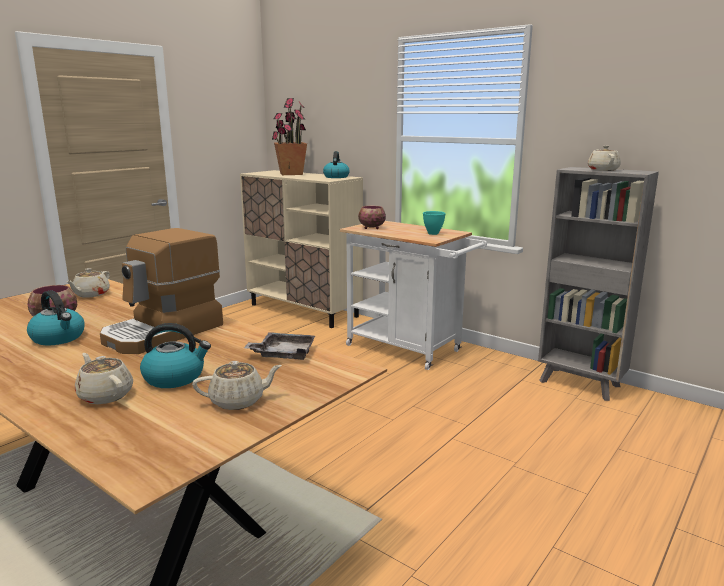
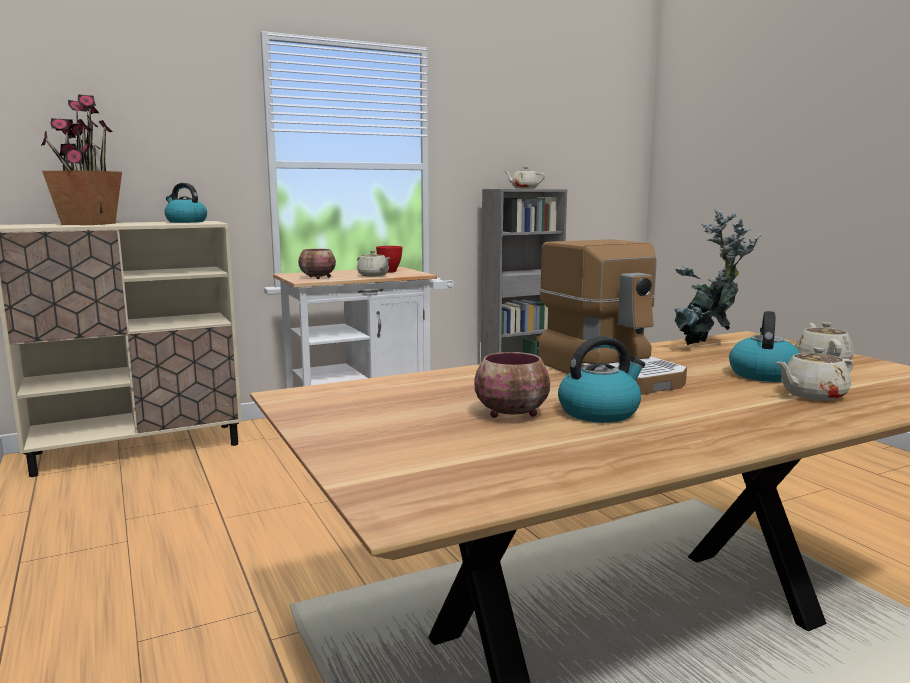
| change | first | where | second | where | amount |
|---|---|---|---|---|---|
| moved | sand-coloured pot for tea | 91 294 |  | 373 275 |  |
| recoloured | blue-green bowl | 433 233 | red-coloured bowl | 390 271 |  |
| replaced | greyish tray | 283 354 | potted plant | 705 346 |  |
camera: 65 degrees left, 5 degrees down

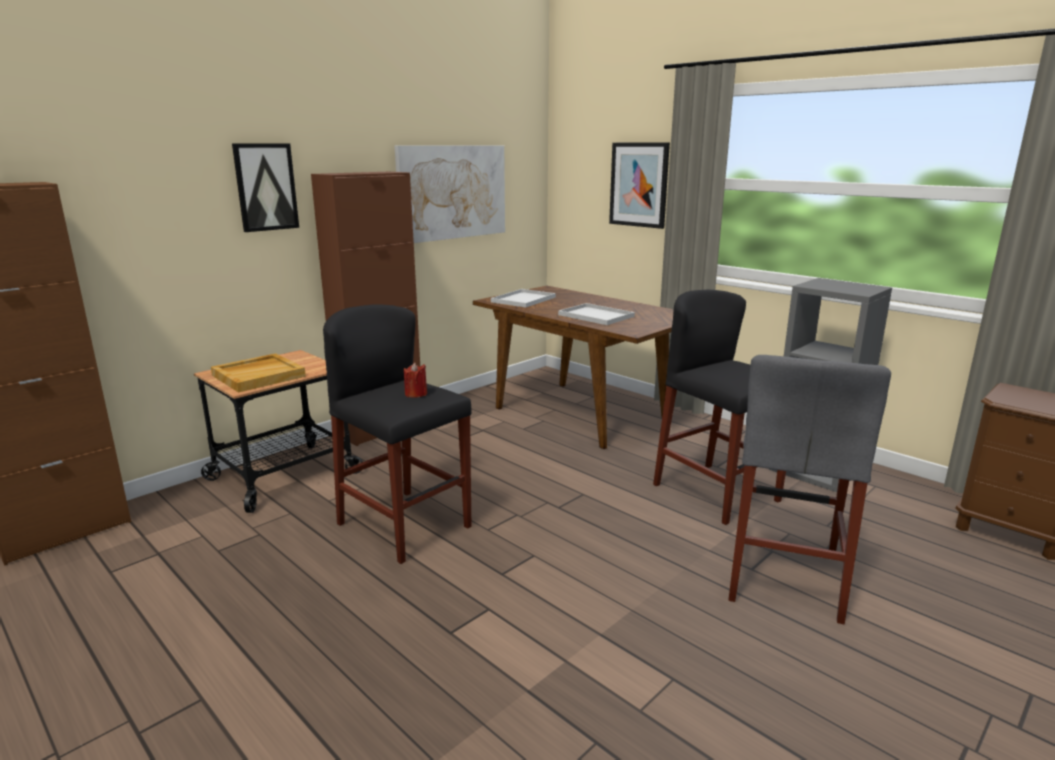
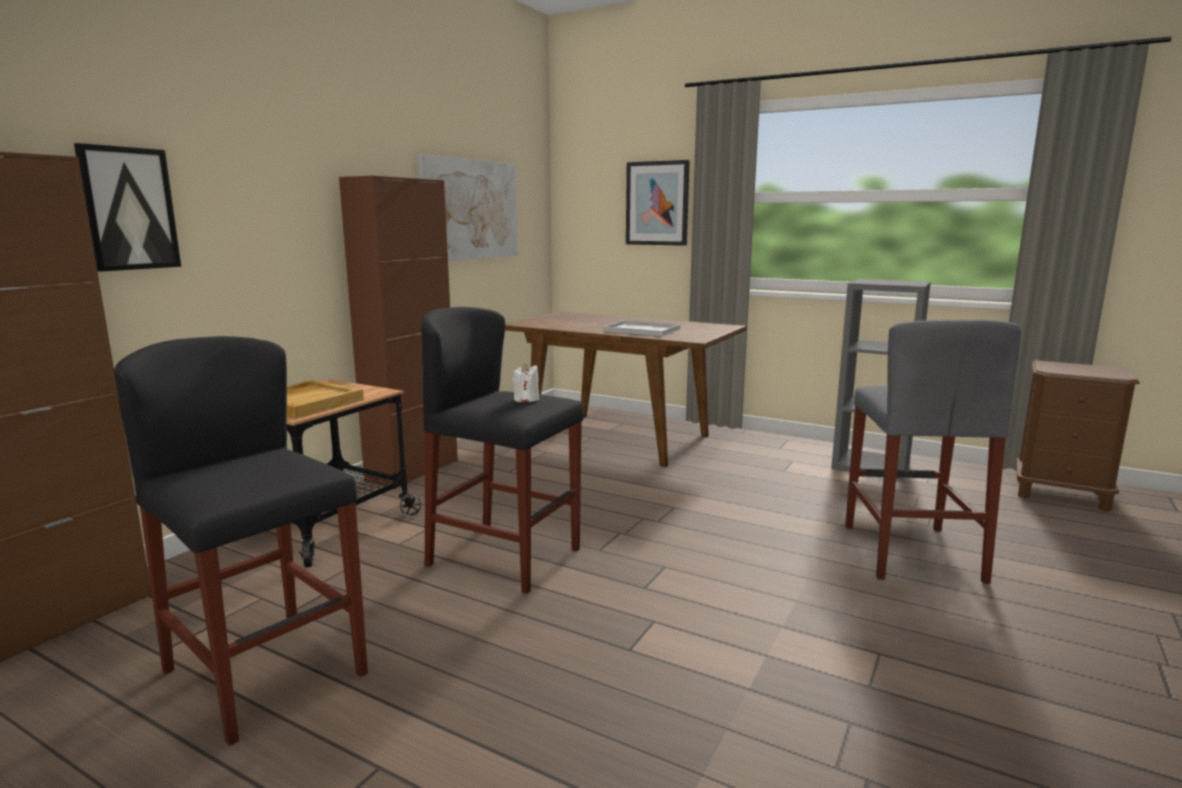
| change | first | where | second | where | amount |
|---|---|---|---|---|---|
| moved | wall picture | 265 187 |  | 129 209 |  |
| moved | blackish sitting stool | 716 492 |  | 266 672 |  |
| recoloured | red-coloured candle | 416 394 | white candle | 526 399 |  |
| removed | white tray | 523 299 |  |  |  |
camera: 15 degrees left, 5 degrees down

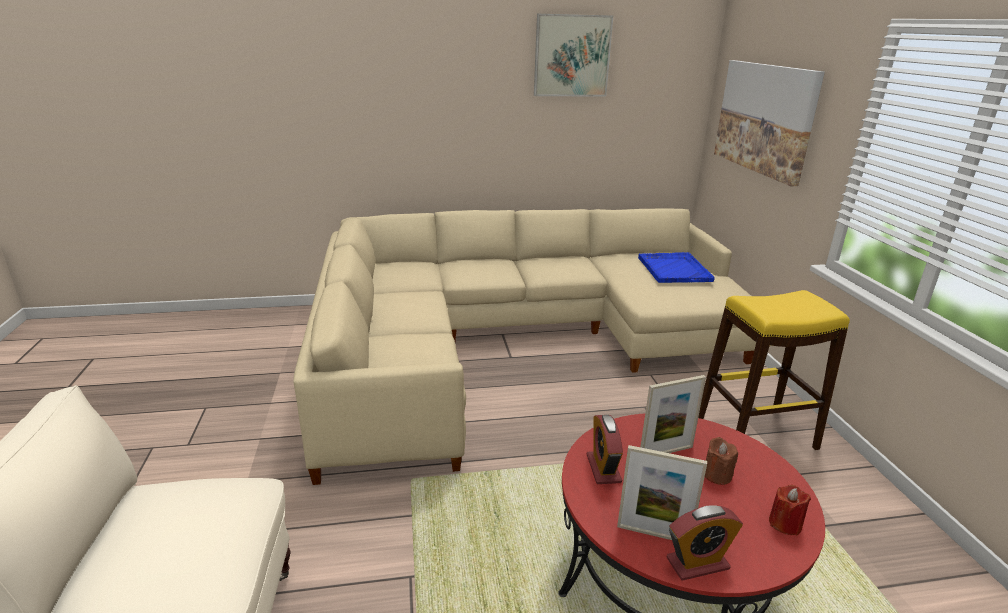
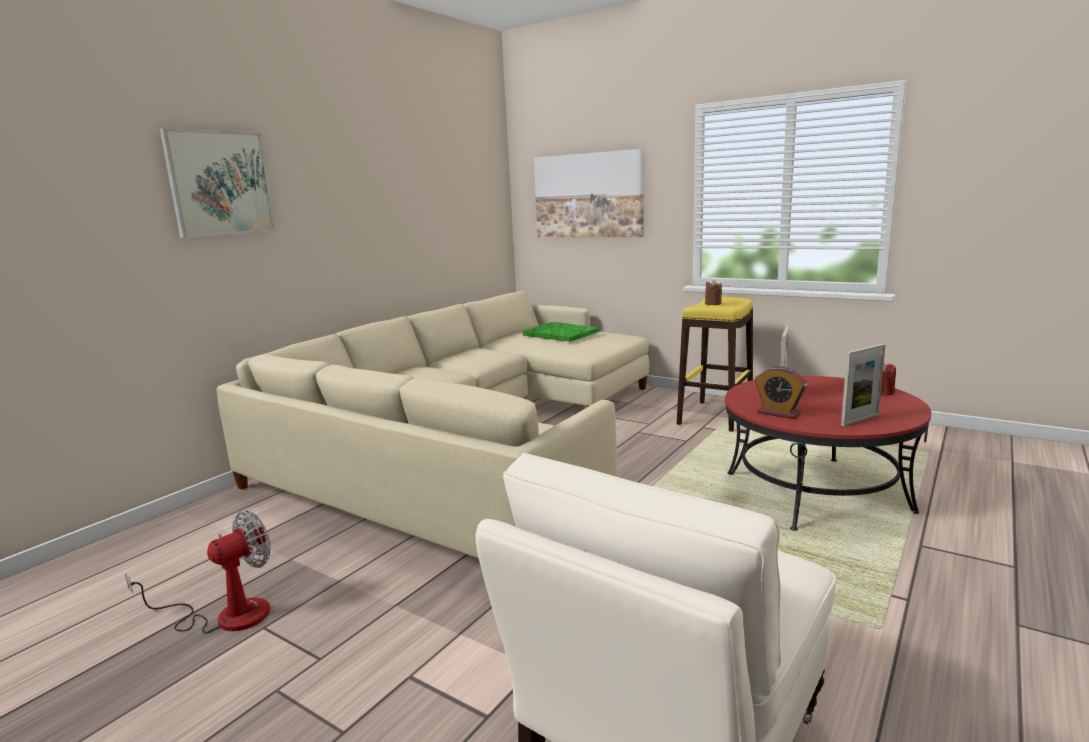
| change | first | where | second | where | amount |
|---|---|---|---|---|---|
| added |  |  | electric fan | 226 615 |  |
| moved | wall picture | 572 56 |  | 220 183 |  |
| recoloured | bluish tray | 674 269 | green-coloured tray | 560 333 |  |
| moved | brown candle | 717 475 |  | 713 303 |  |
| removed | bedside clock | 697 563 |  |  |  |
camera: 45 degrees left, 10 degrees down

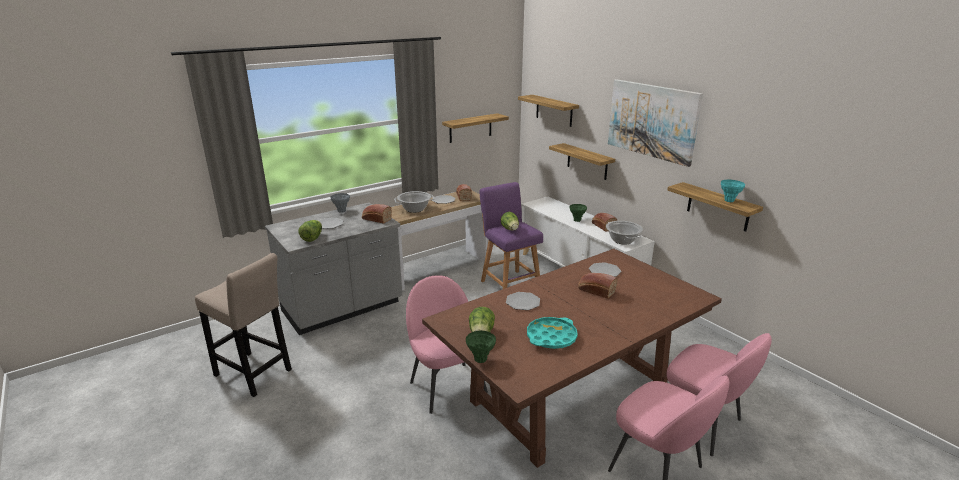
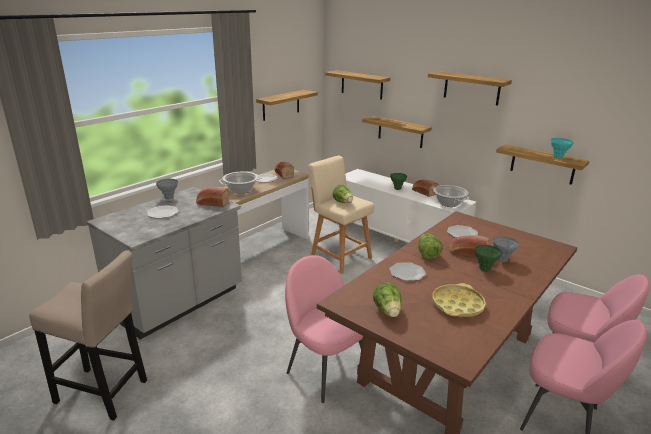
| change | first | where | second | where | amount |
|---|---|---|---|---|---|
| recoloured | purple sitting stool | 509 283 | sand-coloured sitting stool | 339 256 |  |
| moved | lettuce | 312 238 |  | 427 254 |  |
| replaced | wall picture | 652 120 | bracket shelf | 471 88 |  |
| recoloured | blue-green tray | 551 337 | yellowish tray | 457 305 |  |
| moved | green-coloured flower vase | 480 359 |  | 484 269 |  |
| added |  |  | greyish flower vase | 502 260 |  |
camera: 15 degrees left, 0 degrees up

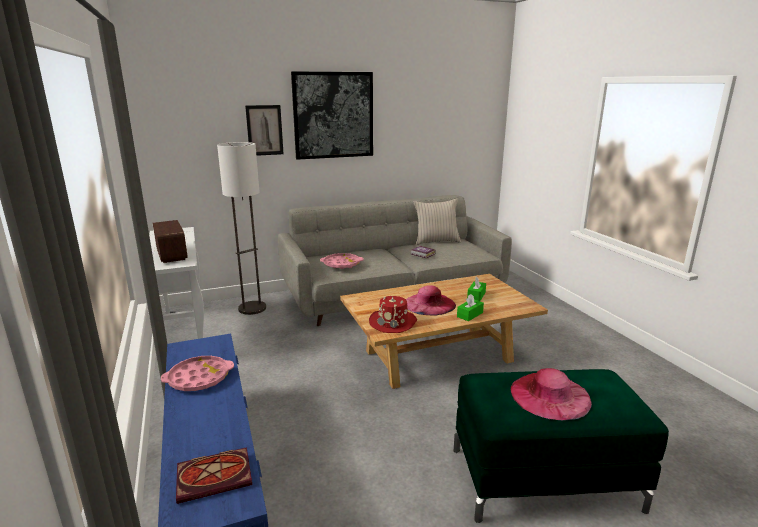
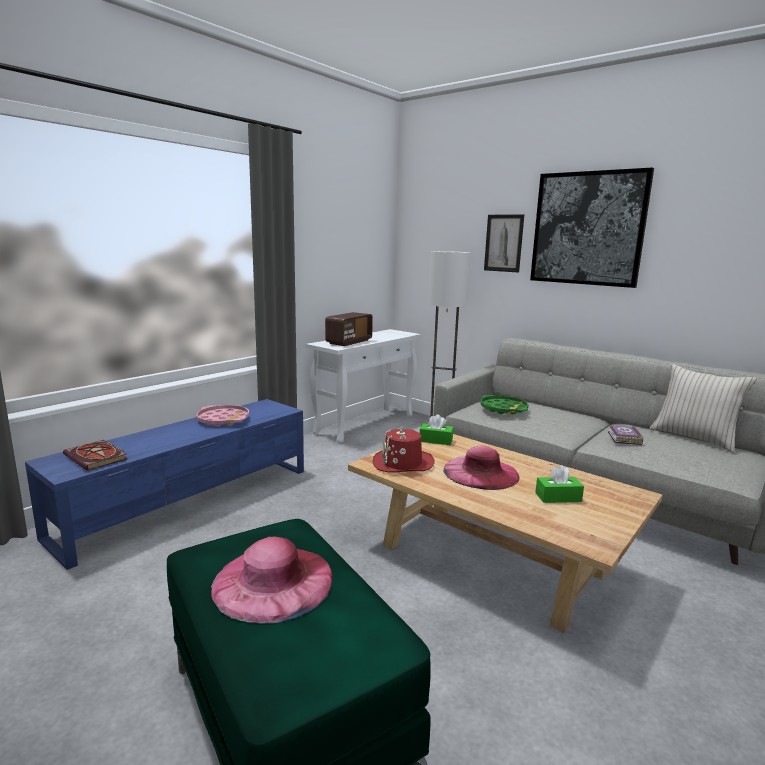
| change | first | where | second | where | amount |
|---|---|---|---|---|---|
| moved | green-coloured tissue holder | 470 315 |  | 436 440 |  |
| recoloured | pinkish tray | 341 264 | green-coloured tray | 503 409 |  |
camera: 60 degrees right, 5 degrees down

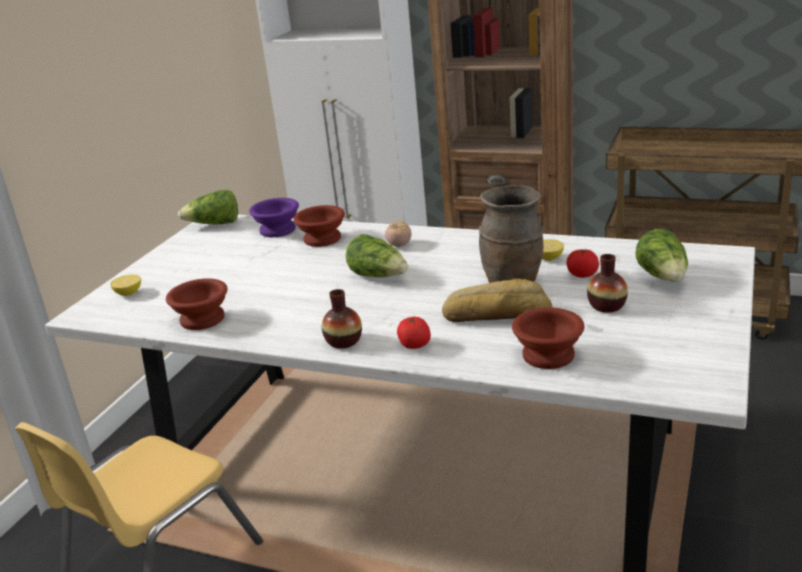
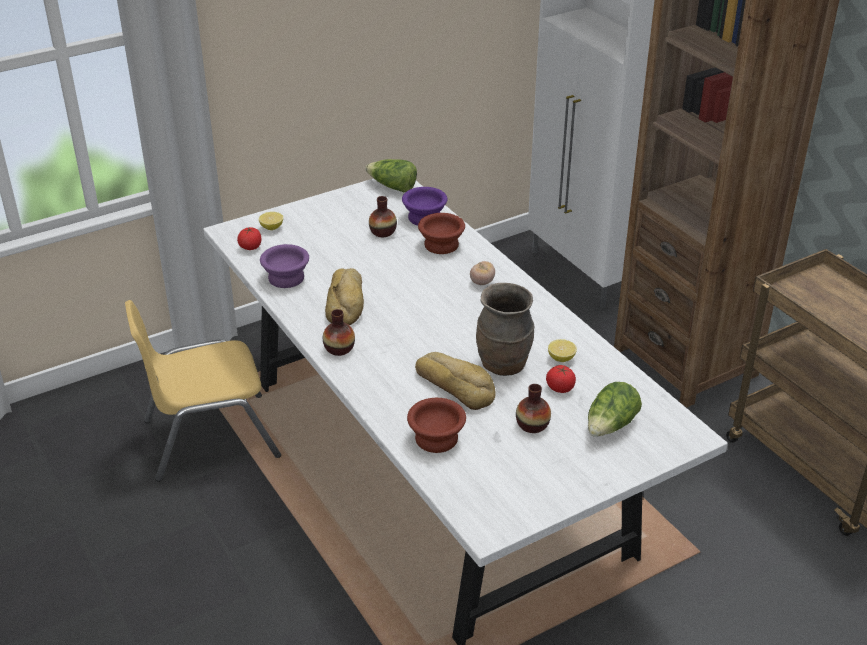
| change | first | where | second | where | amount |
|---|---|---|---|---|---|
| moved | whole tomato | 414 345 |  | 250 247 |  |
| recoloured | brown bowl | 203 318 | purple bowl | 287 277 |  |
| added |  |  | baked bread | 347 302 |  |
| added |  |  | flower vase | 383 232 |  |
| removed | lettuce | 379 276 |  |  |  |
camera: 35 degrees right, 10 degrees up

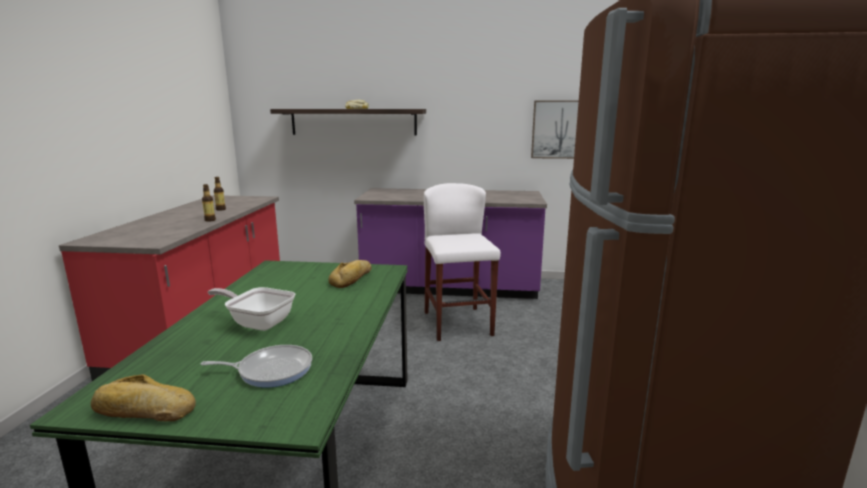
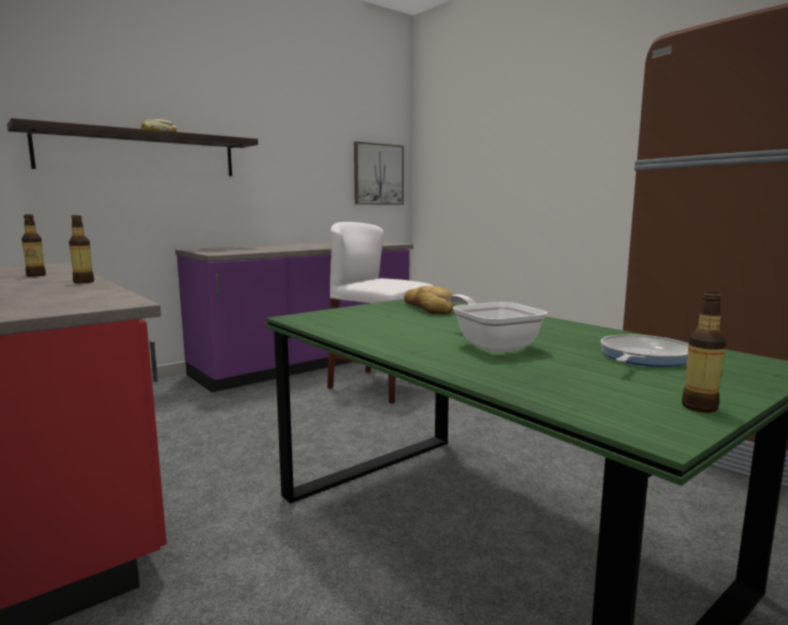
| change | first | where | second | where | amount |
|---|---|---|---|---|---|
| turned | pan | 258 322 |  | 492 344 | 90 degrees clockwise |
| replaced | baked bread | 143 411 | bottle | 699 407 |  |
camera: 45 degrees left, 5 degrees down

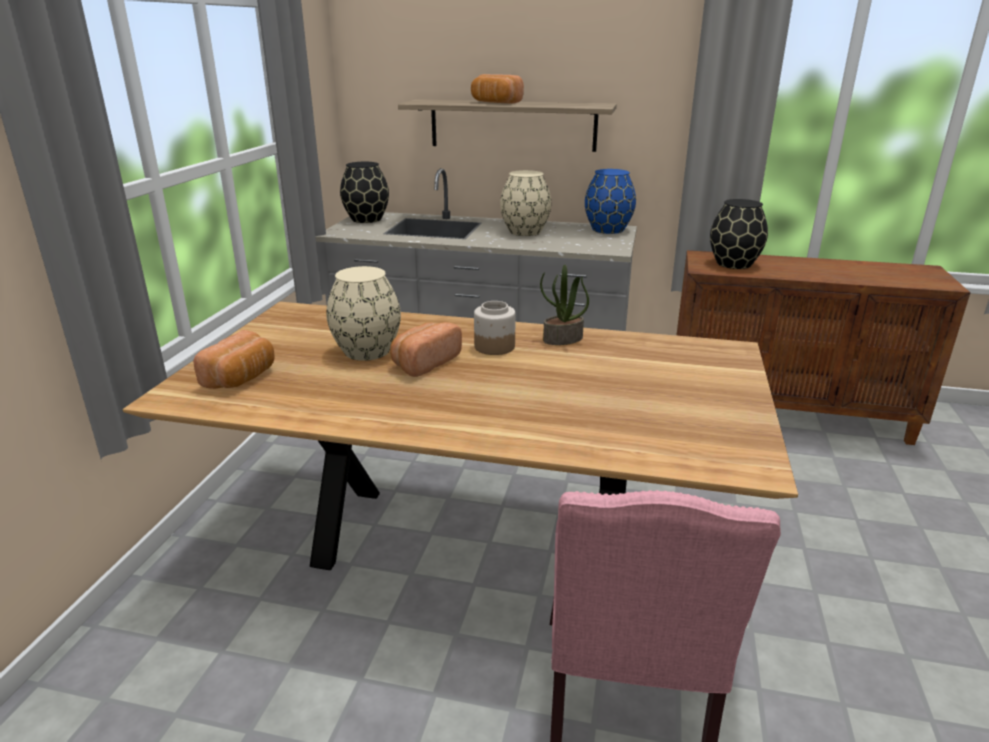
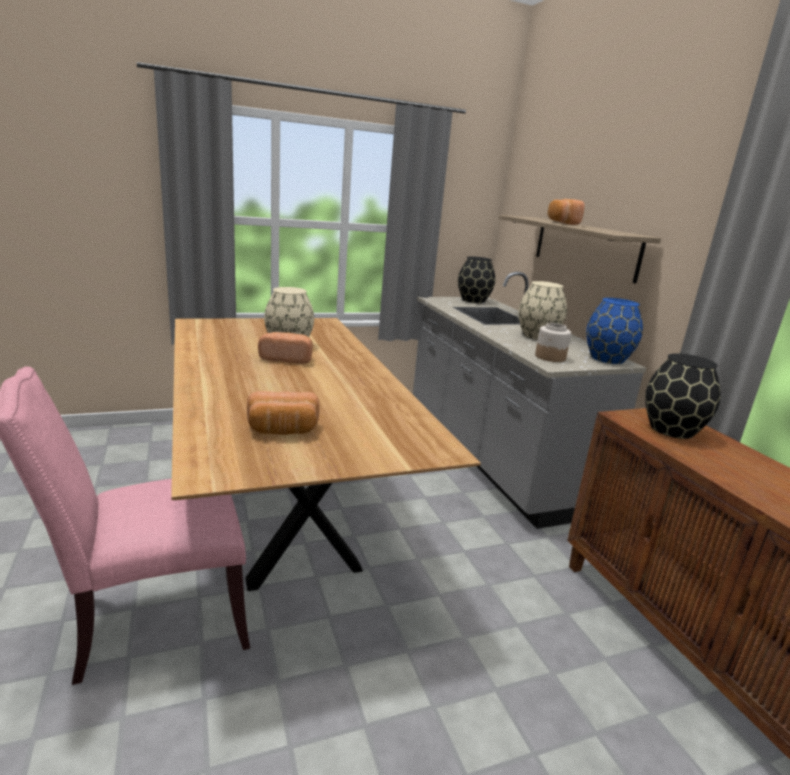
| change | first | where | second | where | amount |
|---|---|---|---|---|---|
| moved | baked bread | 242 378 |  | 283 431 |  |
| moved | jar | 494 347 |  | 549 357 |  |
| removed | potted plant | 562 339 |  |  |  |
camera: 55 degrees right, 5 degrees down

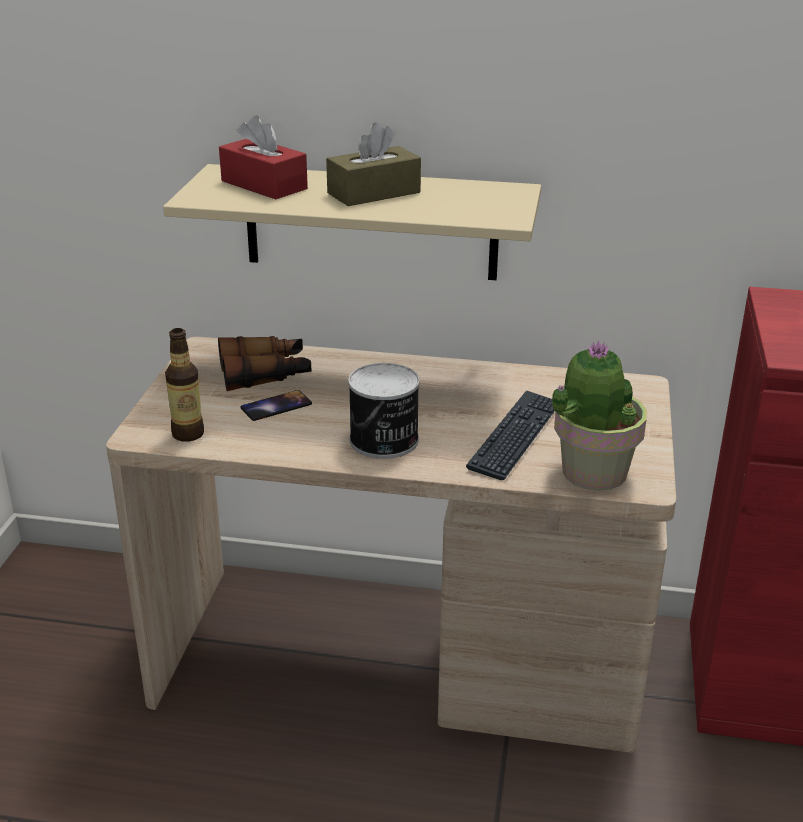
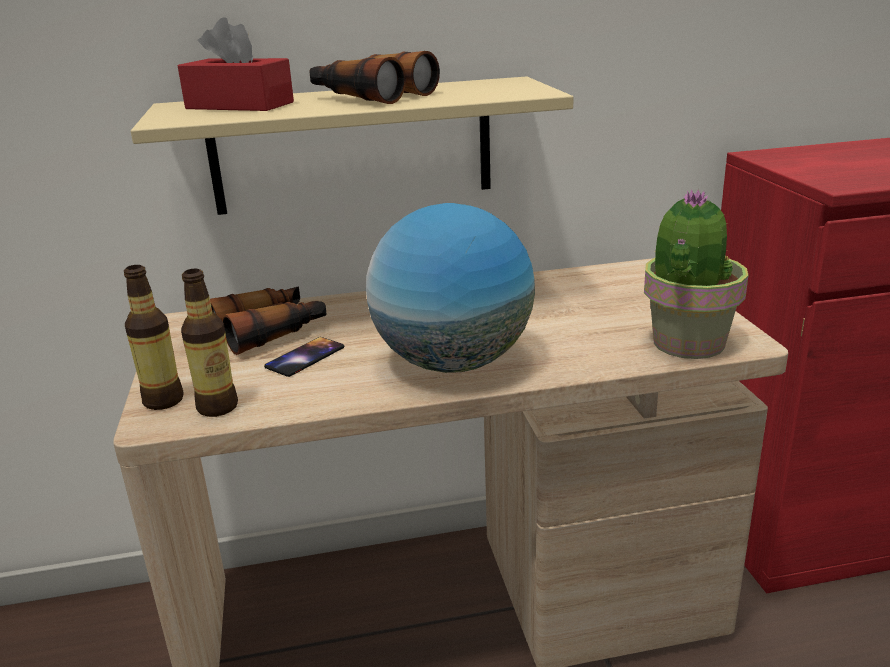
| change | first | where | second | where | amount |
|---|---|---|---|---|---|
| added |  |  | bottle | 163 400 |  |
| replaced | brown tissue holder | 374 193 | field glasses | 371 96 |  |
| replaced | can | 384 441 | desk globe | 453 363 |  |
| removed | computer keyboard | 516 436 |  |  |  |
camera: 20 degrees left, 5 degrees down

